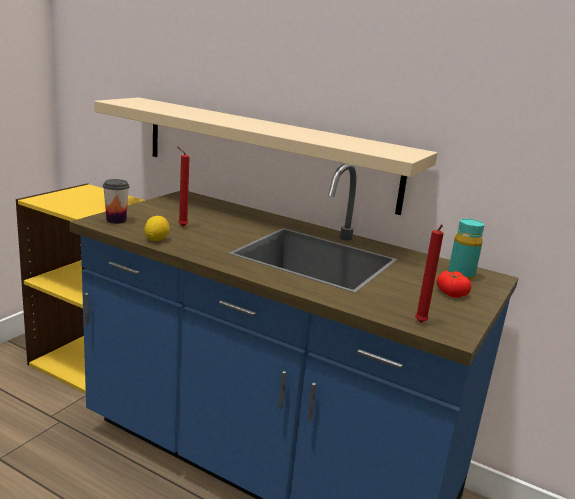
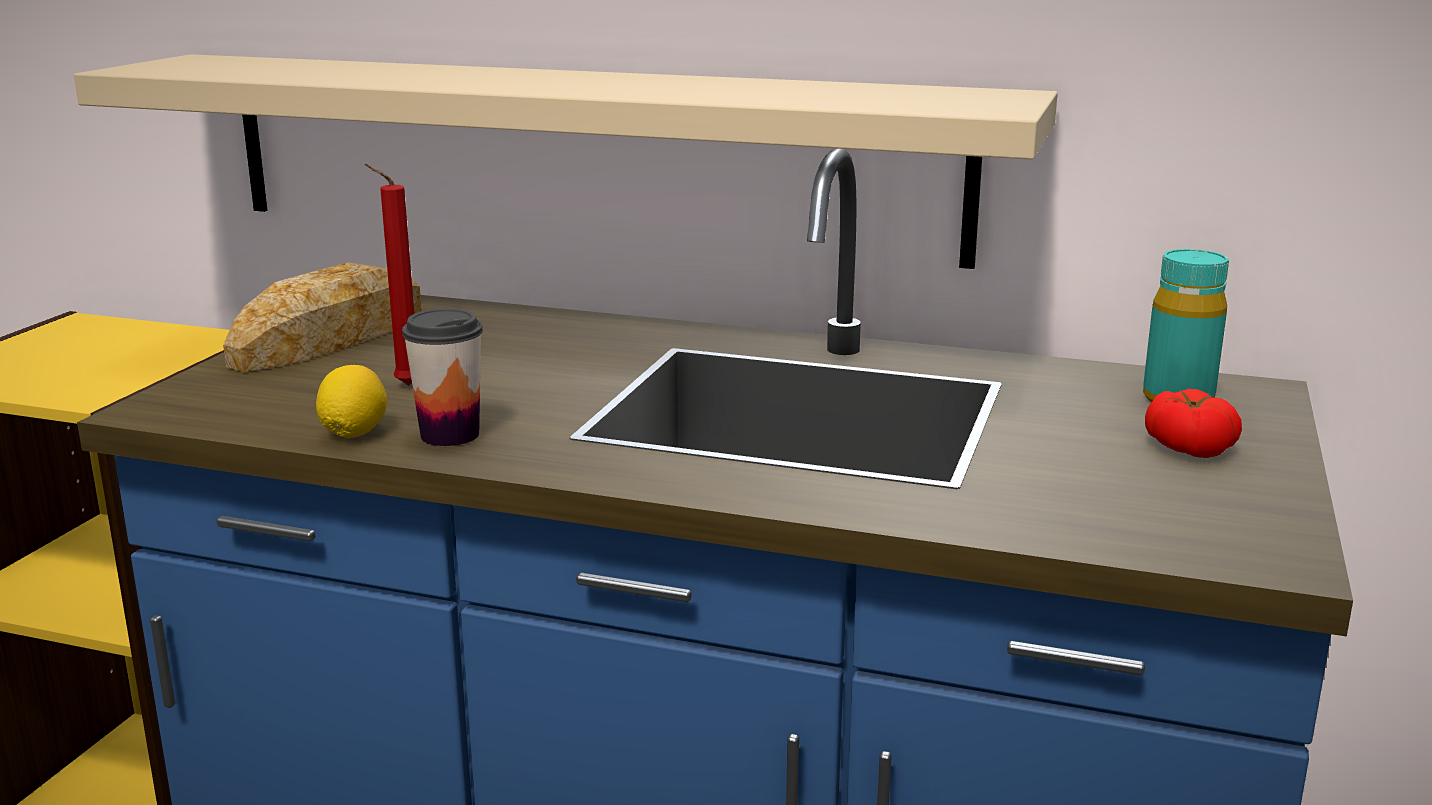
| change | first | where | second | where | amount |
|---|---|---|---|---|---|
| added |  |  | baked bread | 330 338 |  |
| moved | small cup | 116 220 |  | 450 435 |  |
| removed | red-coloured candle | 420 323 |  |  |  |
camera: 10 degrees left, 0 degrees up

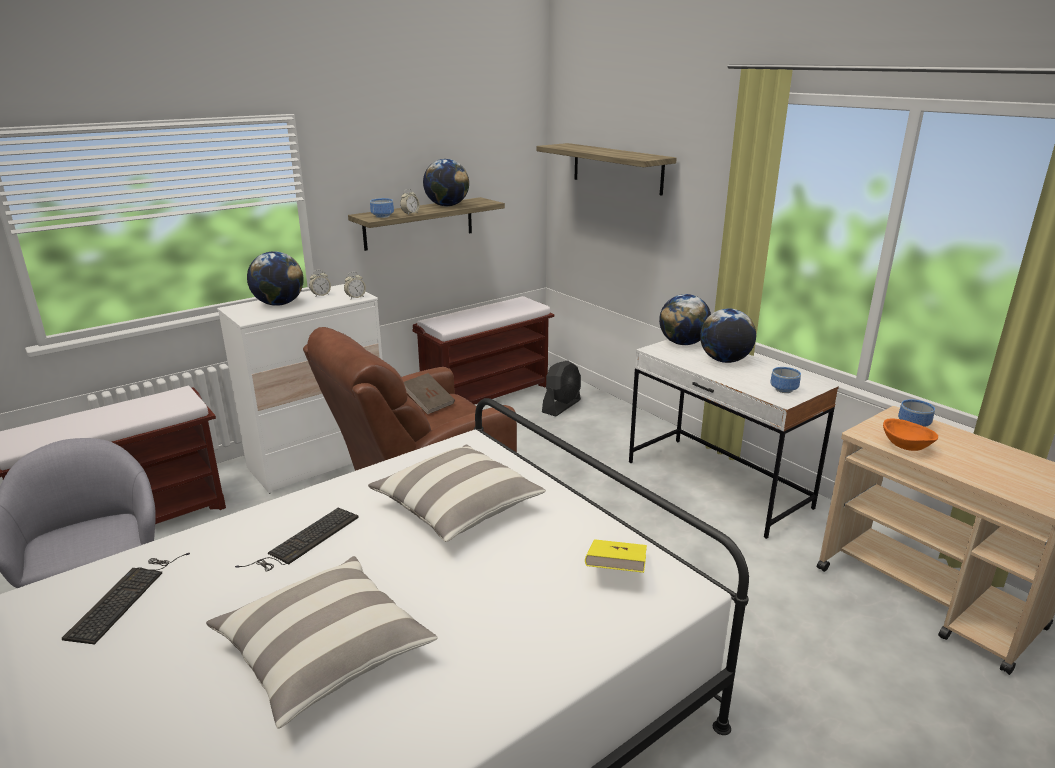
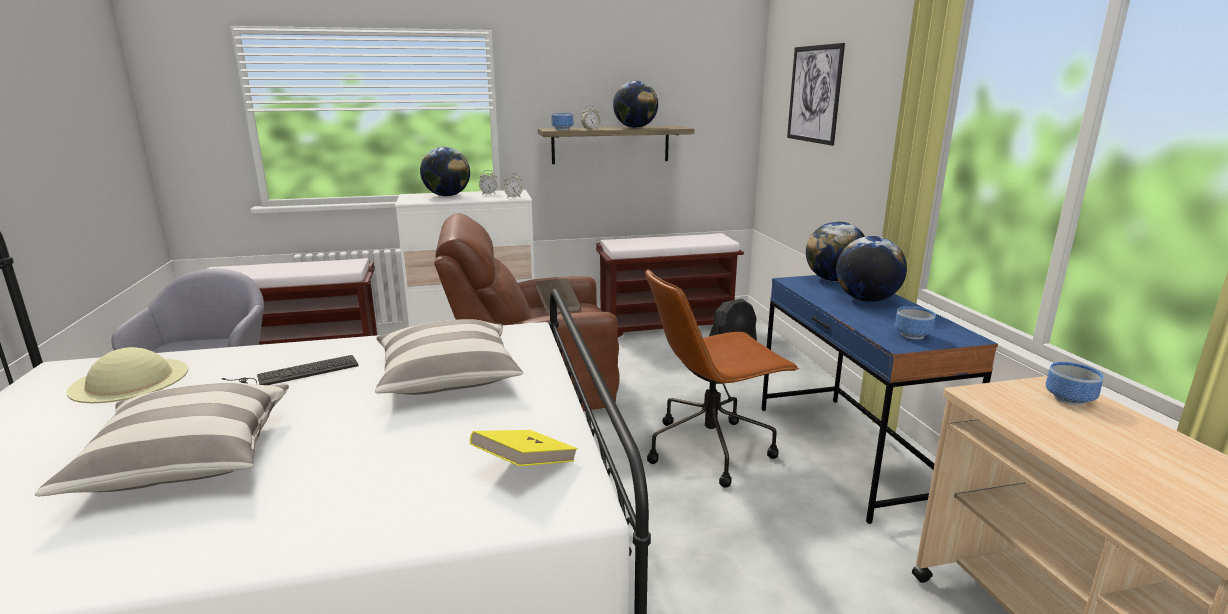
| change | first | where | second | where | amount |
|---|---|---|---|---|---|
| replaced | computer keyboard | 126 596 | sand-coloured wearable hat | 130 380 |  |
| added |  |  | brown computer chair | 711 448 |  |
| recoloured | white desk | 717 484 | bluish desk | 849 453 |  |
| replaced | bracket shelf | 617 168 | wall picture | 814 94 |  |
| removed | orange-coloured bowl | 905 447 |  |  |  |
camera: 25 degrees right, 5 degrees down

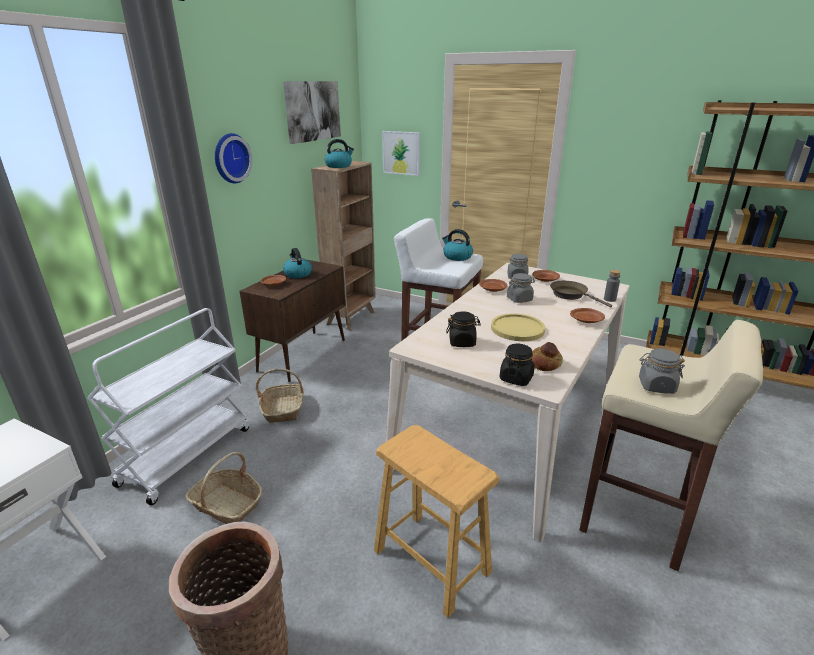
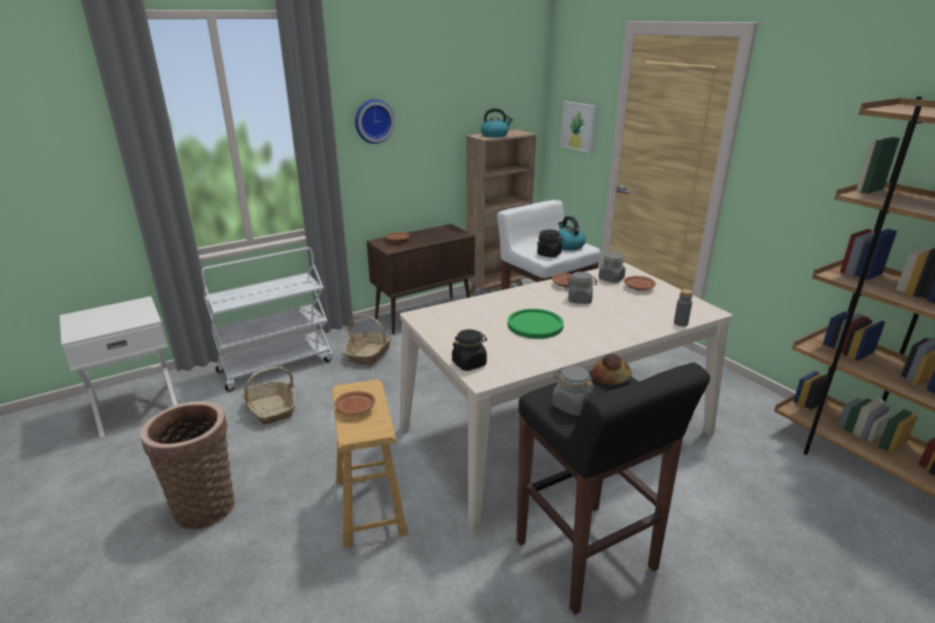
| change | first | where | second | where | amount |
|---|---|---|---|---|---|
| moved | brown dinner plate | 586 320 |  | 356 409 |  |
| recoloured | yellowish dinner plate | 517 328 | green-coloured dinner plate | 535 325 |  |
| recoloured | sand-coloured sitting stool | 636 518 | blackish sitting stool | 586 557 |  |
| moved | blackish jar | 462 342 |  | 549 254 |  |
| moved | baked bread | 545 364 |  | 611 377 |  |
| removed | wall picture | 312 111 |  |  |  |
| removed | tea kettle | 297 274 |  |  |  |
| removed | brown pan | 571 295 |  |  |  |
camera: 30 degrees right, 0 degrees up

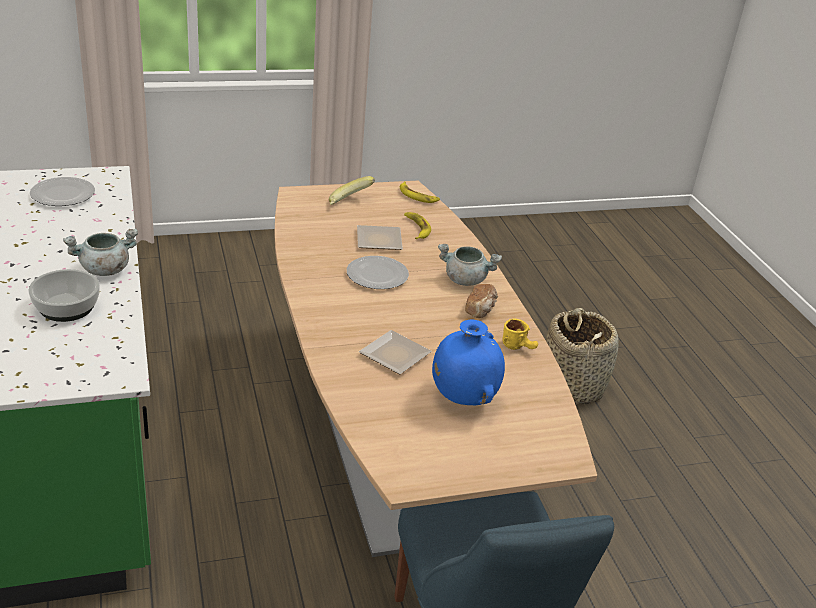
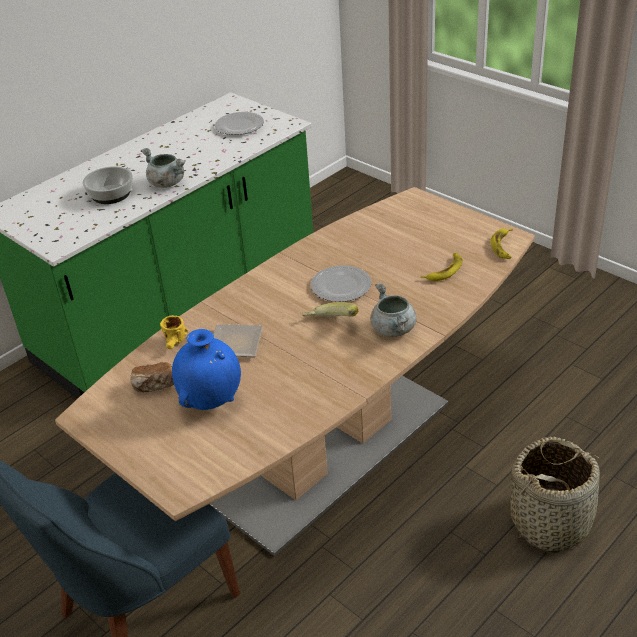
| change | first | where | second | where | amount |
|---|---|---|---|---|---|
| moved | baked bread | 481 309 |  | 155 386 |  |
| moved | yellowish coffee mug | 519 347 |  | 175 344 |  |
| moved | banana | 349 203 |  | 330 324 |  |
| removed | dinner plate | 380 241 |  |  |  |
camera: 65 degrees right, 5 degrees up

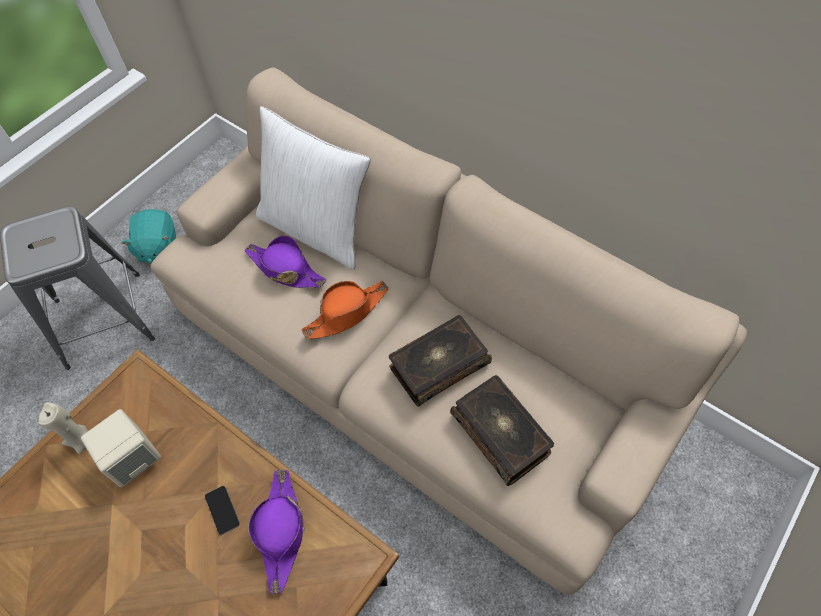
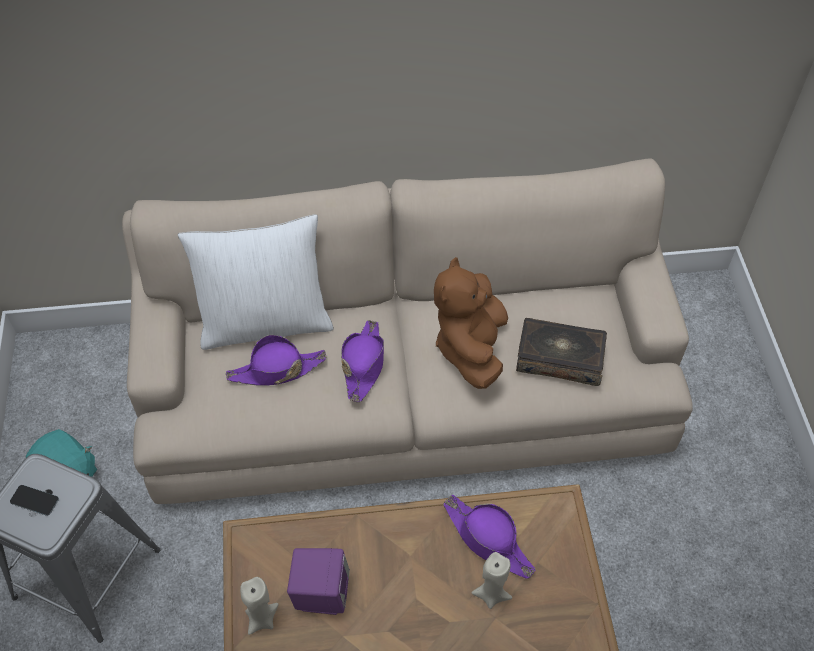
| change | first | where | second | where | amount |
|---|---|---|---|---|---|
| moved | phone | 222 510 |  | 34 500 |  |
| recoloured | sand-coloured speaker | 134 458 | purple speaker | 321 593 |  |
| recoloured | orange-coloured wearable hat | 347 312 | purple wearable hat | 363 364 |  |
| replaced | bound book | 438 365 | brown plush toy | 471 348 |  |
| added |  |  | sand-coloured candle | 491 594 |  |
camera: 45 degrees left, 5 degrees down

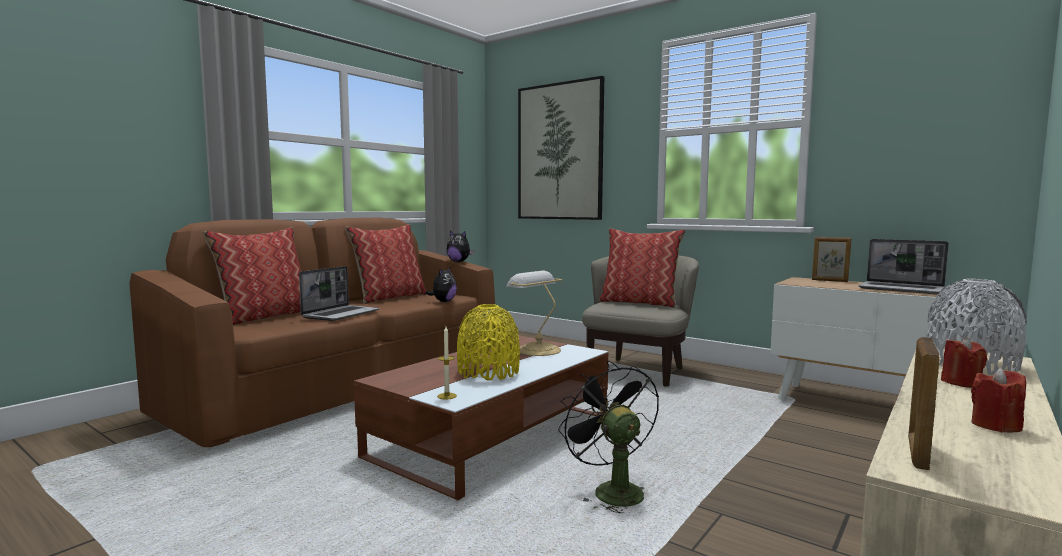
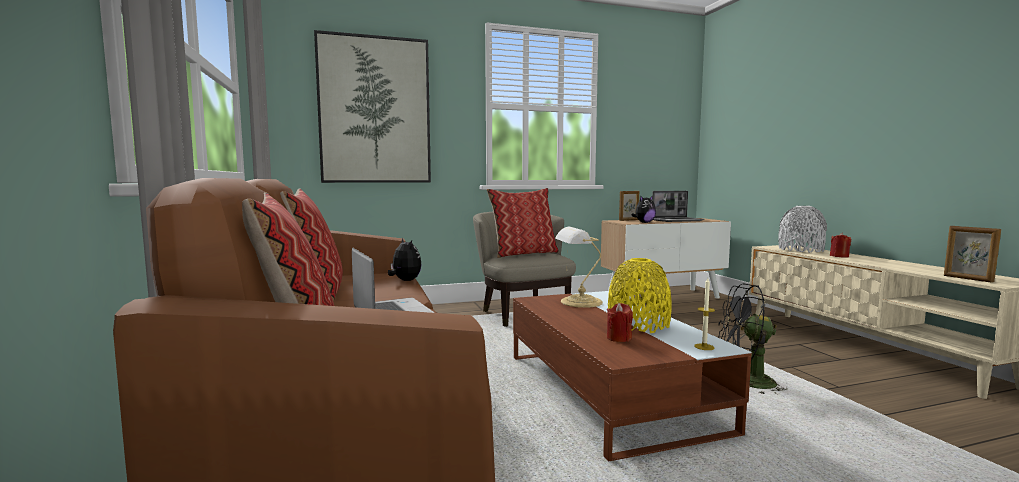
| change | first | where | second | where | amount |
|---|---|---|---|---|---|
| moved | red-coloured candle | 996 426 |  | 619 338 |  |
| moved | plush toy | 459 262 |  | 644 222 |  |
camera: 55 degrees left, 0 degrees up

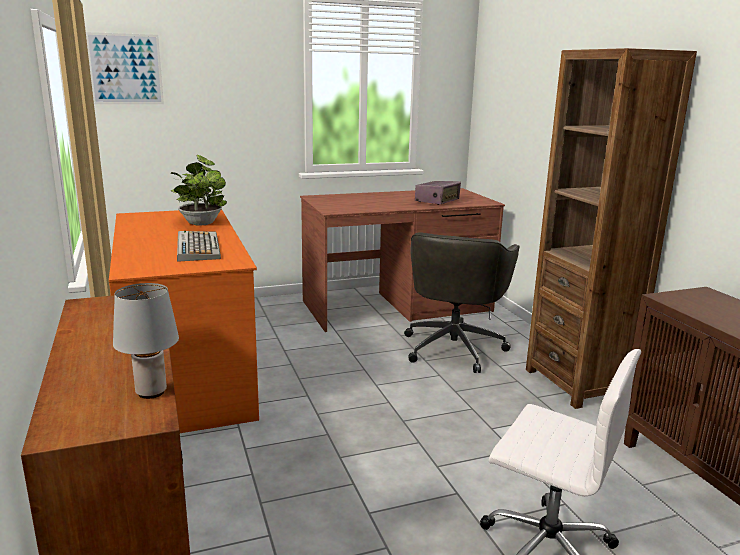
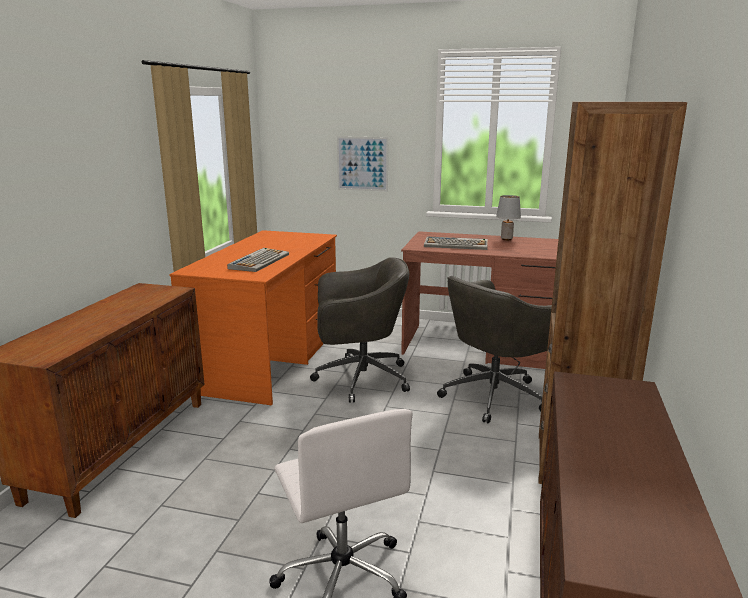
| change | first | where | second | where | amount |
|---|---|---|---|---|---|
| added |  |  | greyish computer chair | 359 379 |  |
| moved | wall picture | 125 69 |  | 362 163 |  |
| added |  |  | computer keyboard | 456 245 |  |
| moved | greyish tabletop lamp | 152 392 |  | 507 239 |  |
| removed | potted plant | 201 222 |  |  |  |
| removed | radio set | 437 201 |  |  |  |
camera: 35 degrees right, 0 degrees up

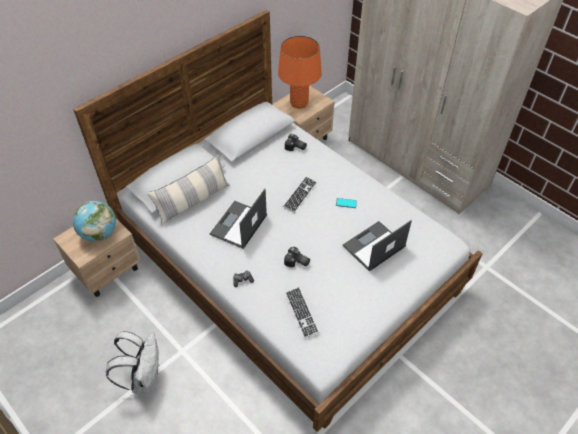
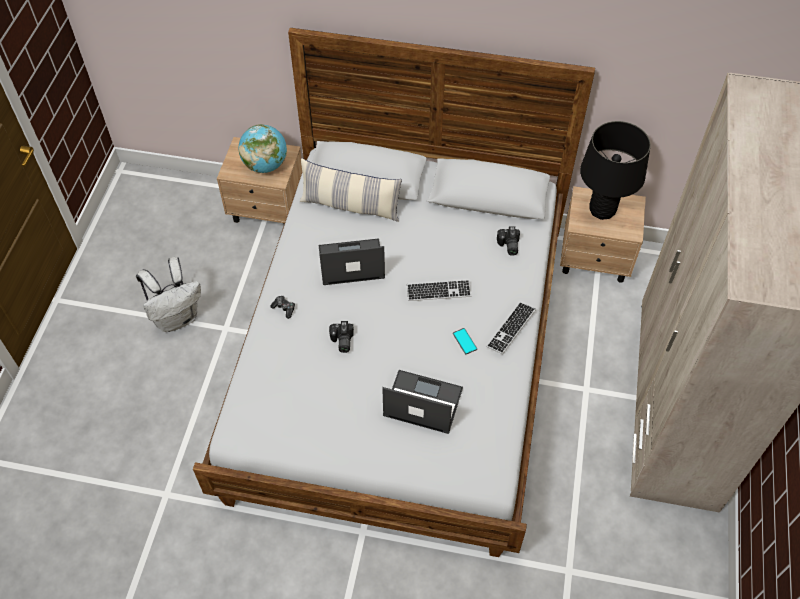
| change | first | where | second | where | amount |
|---|---|---|---|---|---|
| moved | computer keyboard | 301 313 |  | 511 329 |  |
| recoloured | orange-coloured tabletop lamp | 299 103 | blackish tabletop lamp | 602 210 |  |
camera: 55 degrees right, 5 degrees up

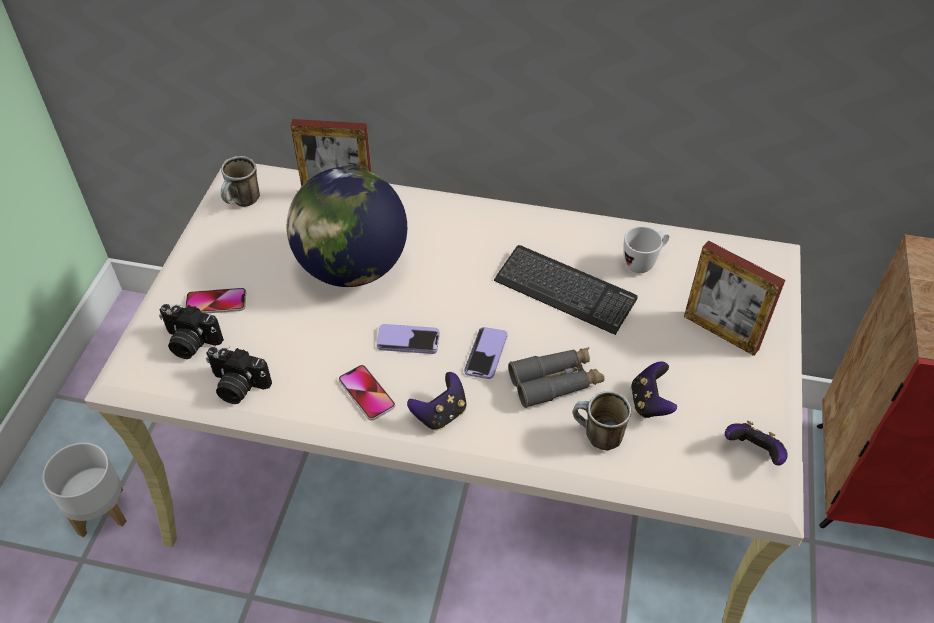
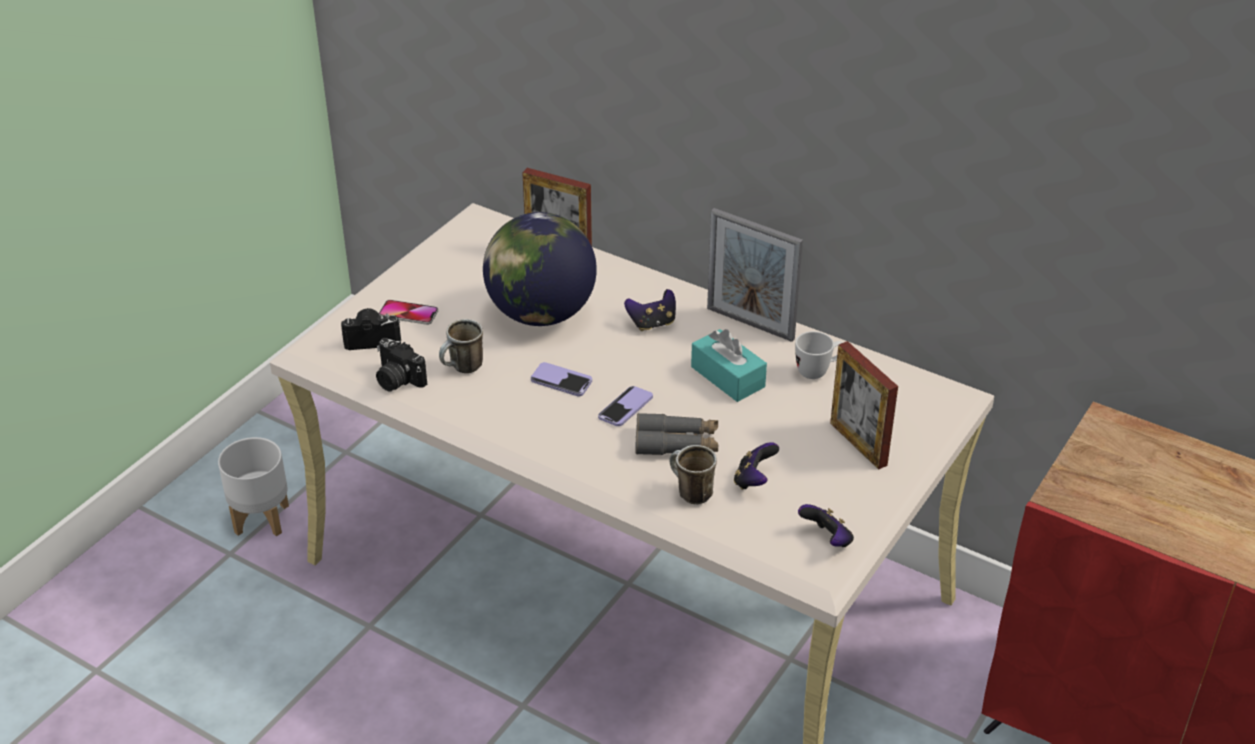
| change | first | where | second | where | amount |
|---|---|---|---|---|---|
| turned | photo camera | 190 343 |  | 372 339 | 135 degrees clockwise |
| moved | coffee mug | 243 203 |  | 463 369 |  |
| moved | gamepad | 440 414 |  | 652 323 |  |
| replaced | computer keyboard | 564 291 | blue-green tissue holder | 727 377 |  |
| added |  |  | picture frame | 750 323 |  |
| removed | phone | 366 393 |  |  |  |
camera: 20 degrees right, 10 degrees down

